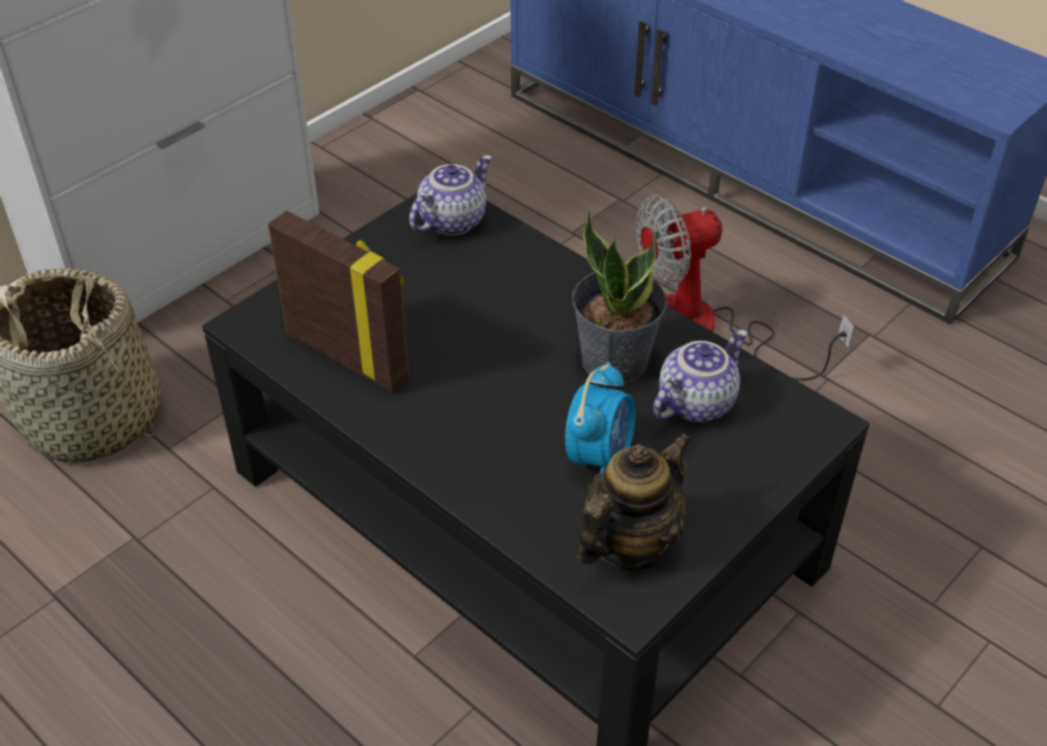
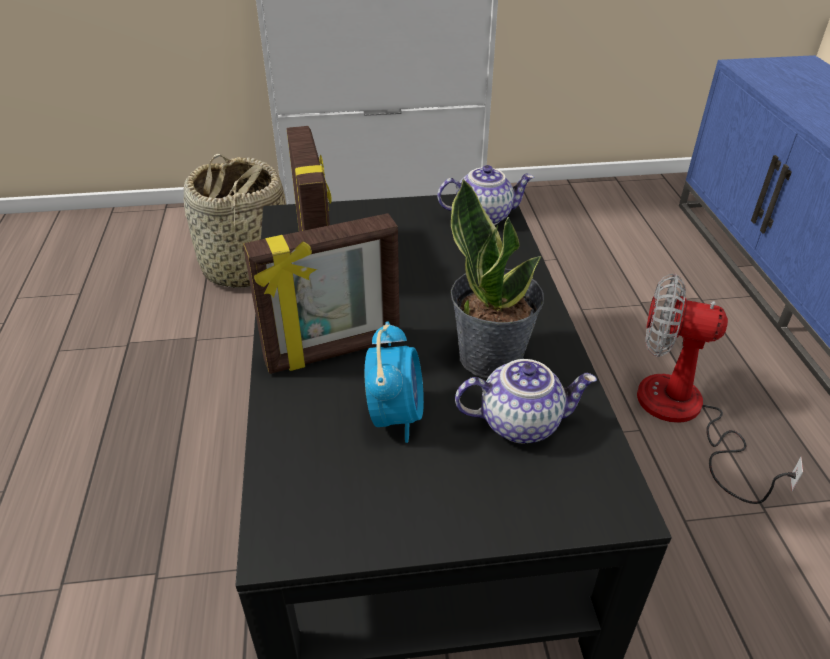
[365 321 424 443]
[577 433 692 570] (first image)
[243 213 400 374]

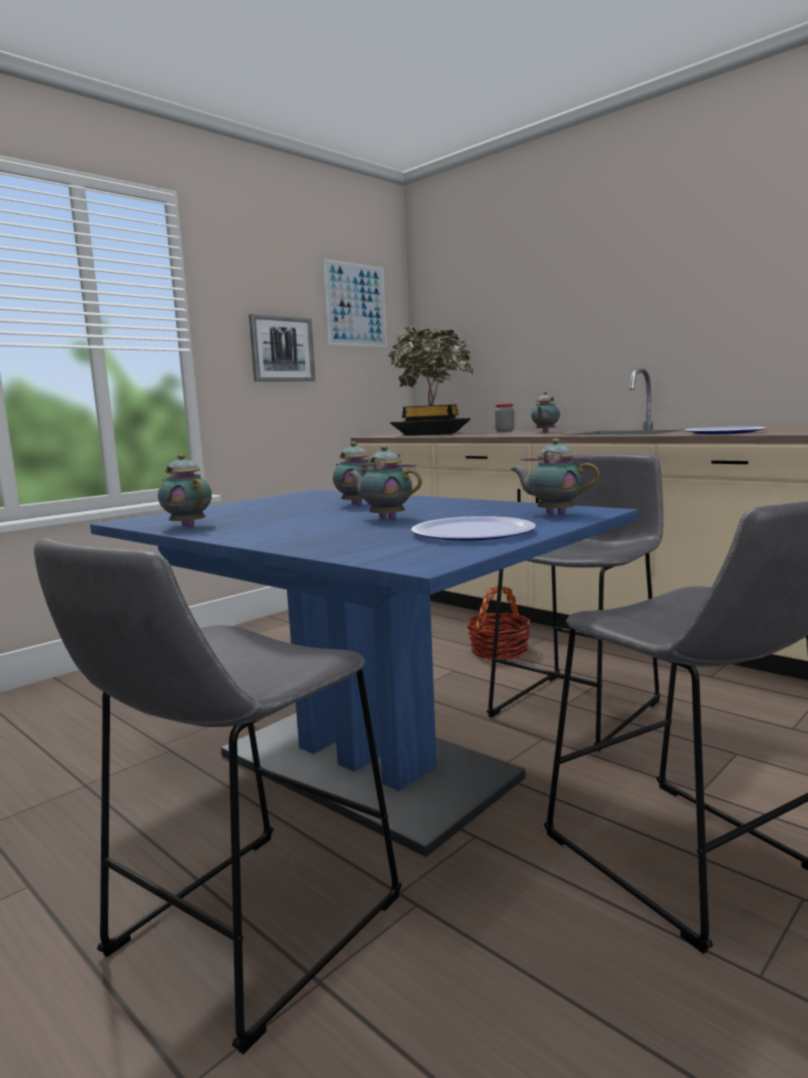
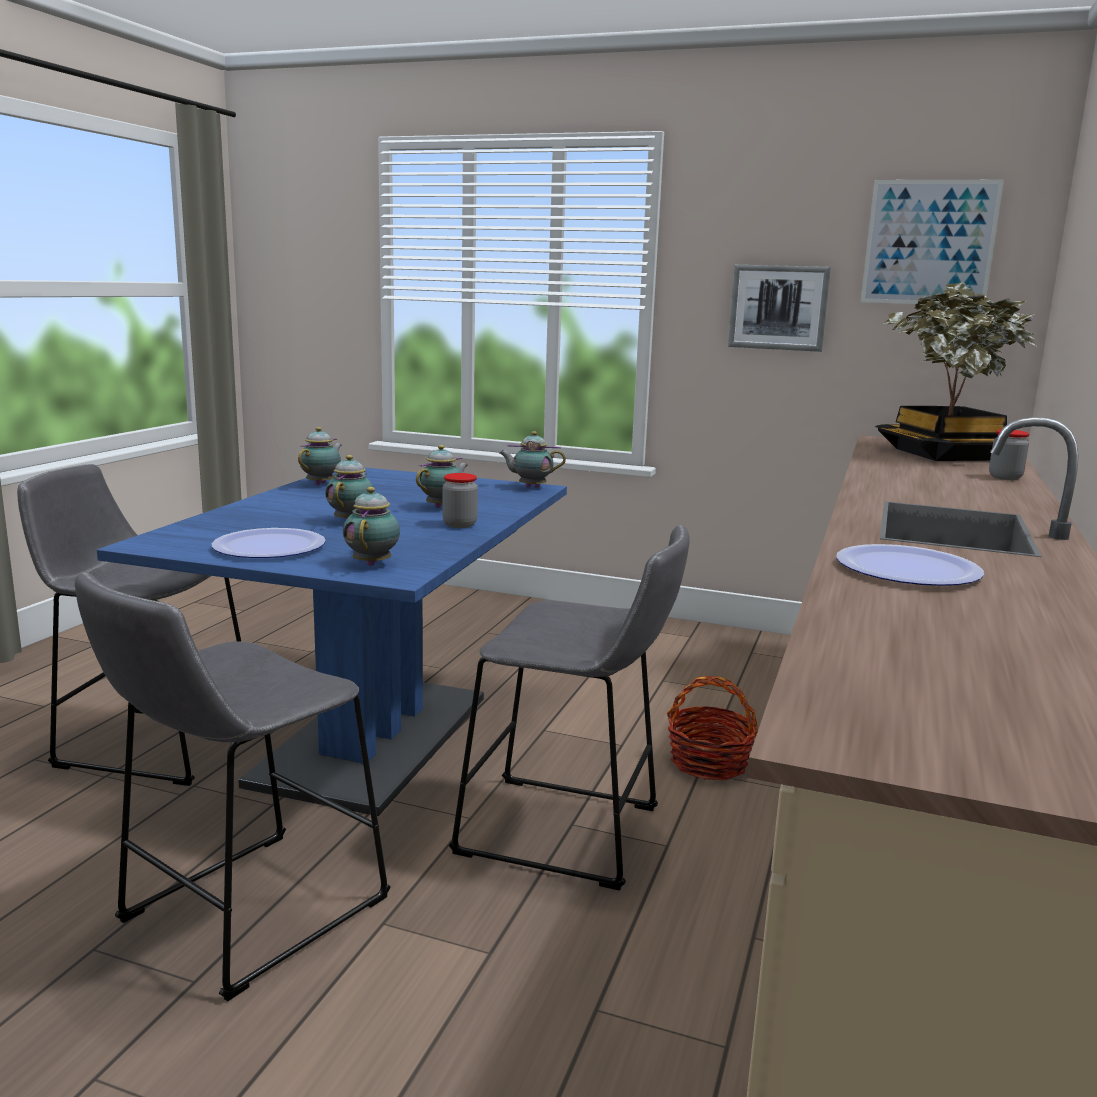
[499 431 566 488]
[443 473 478 528]

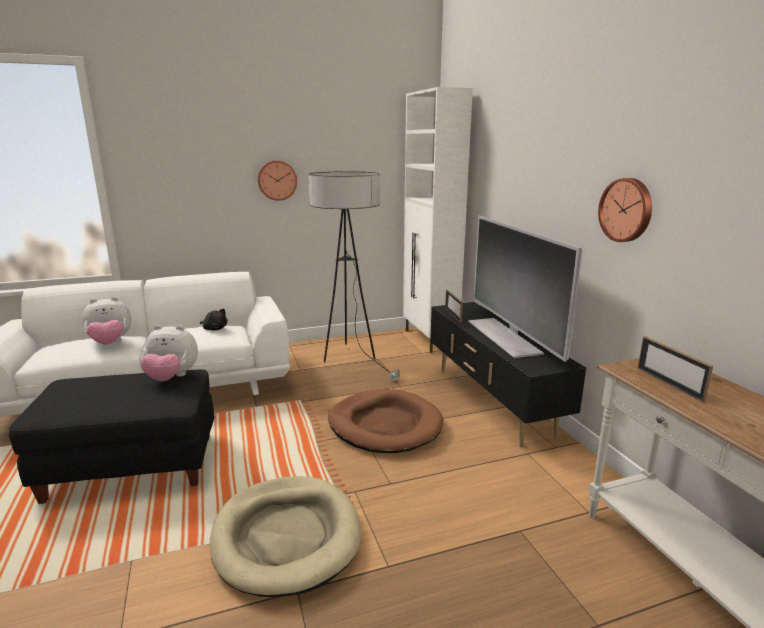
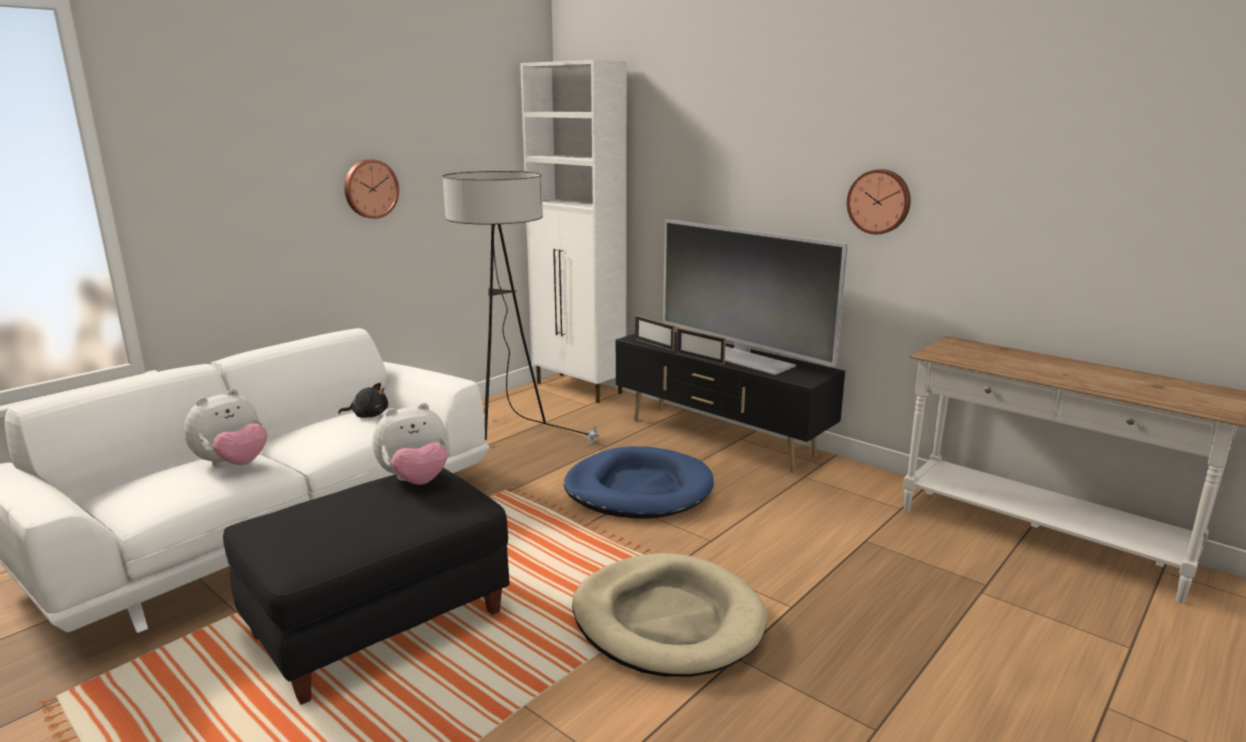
[676 328 726 365]
[564 446 714 519]

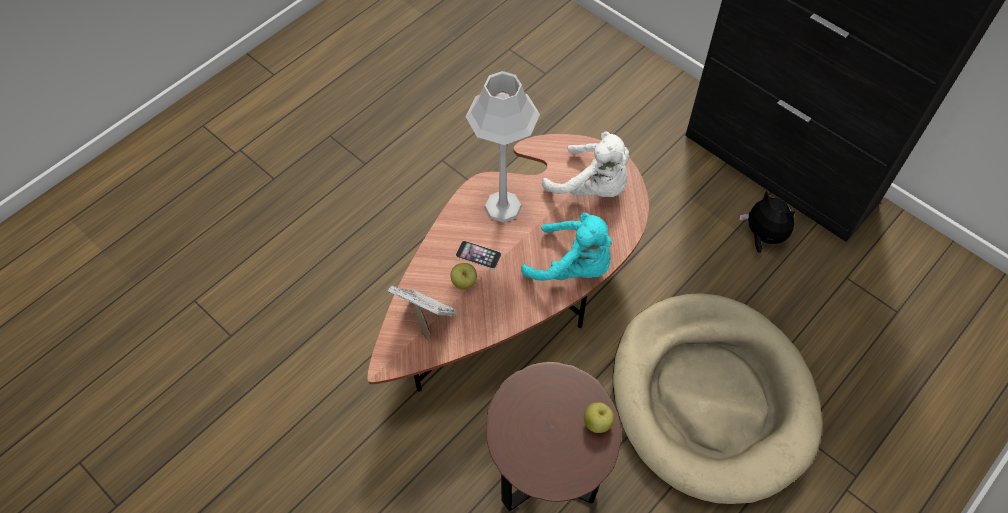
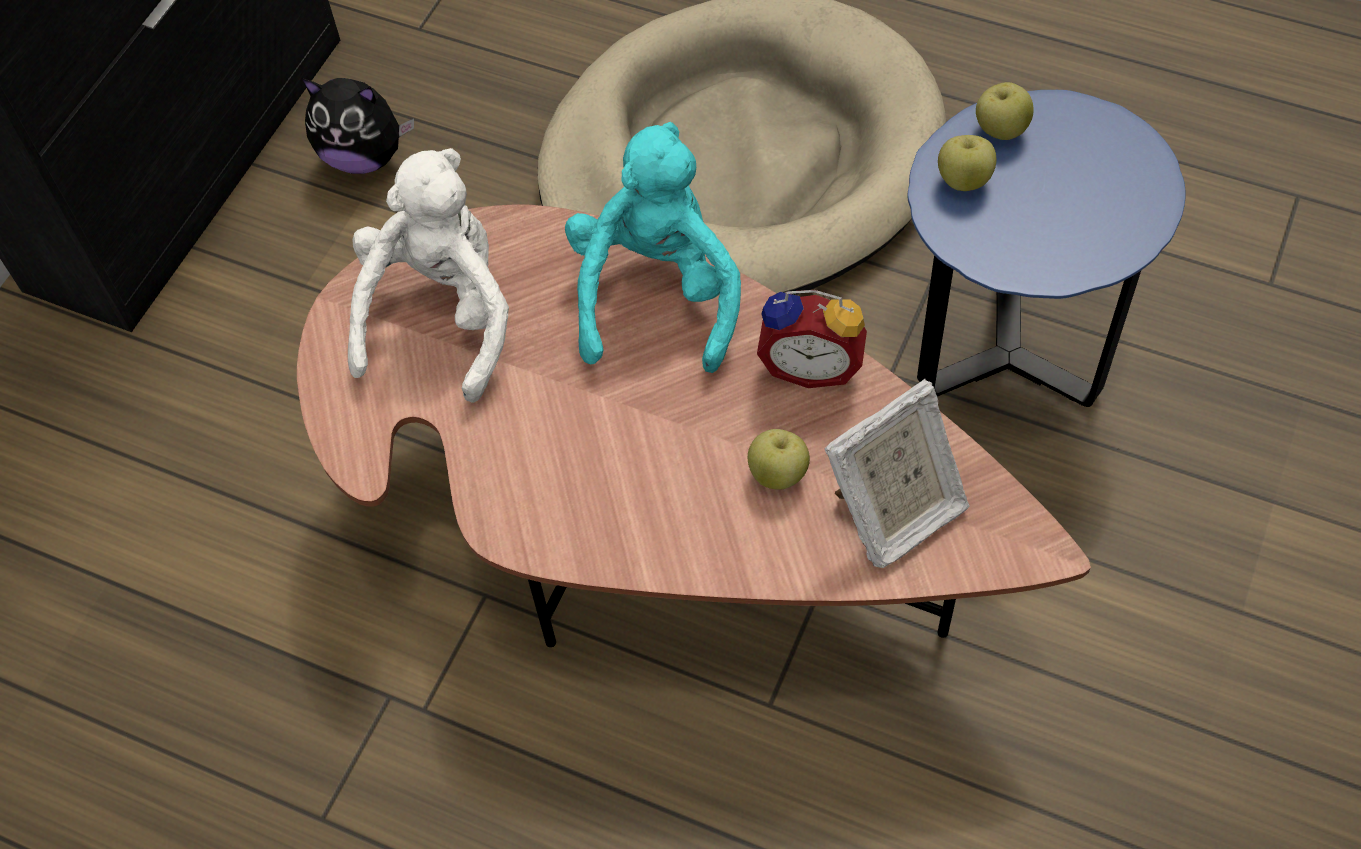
[466 71 540 223] (first image)
[302 78 414 174]
[456 241 501 269] (first image)
[824 379 970 568]
[907 90 1186 407]
[938 135 996 191]
[757 290 867 388]

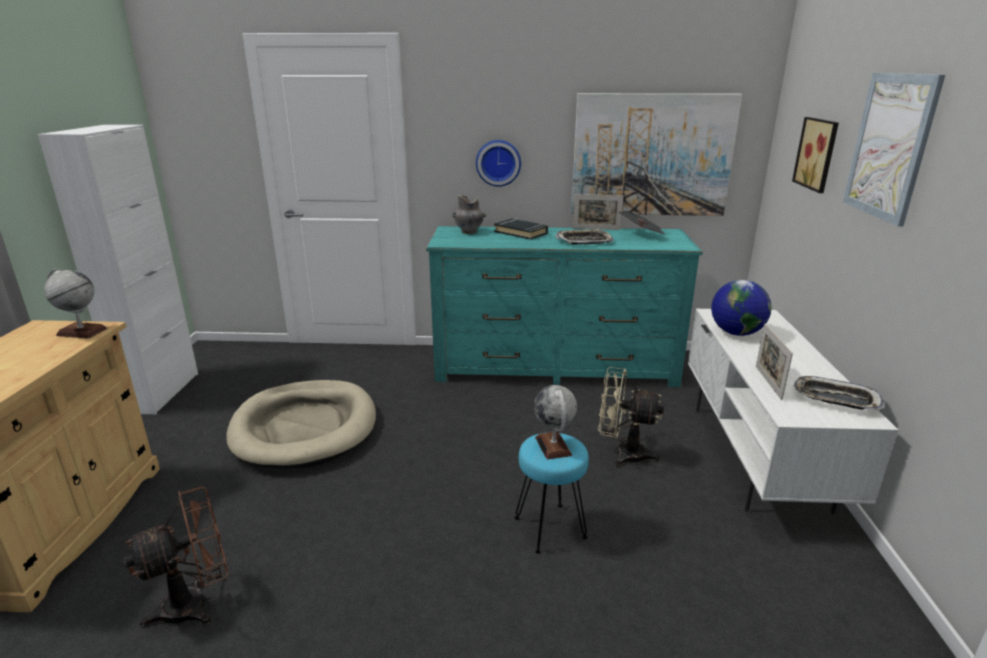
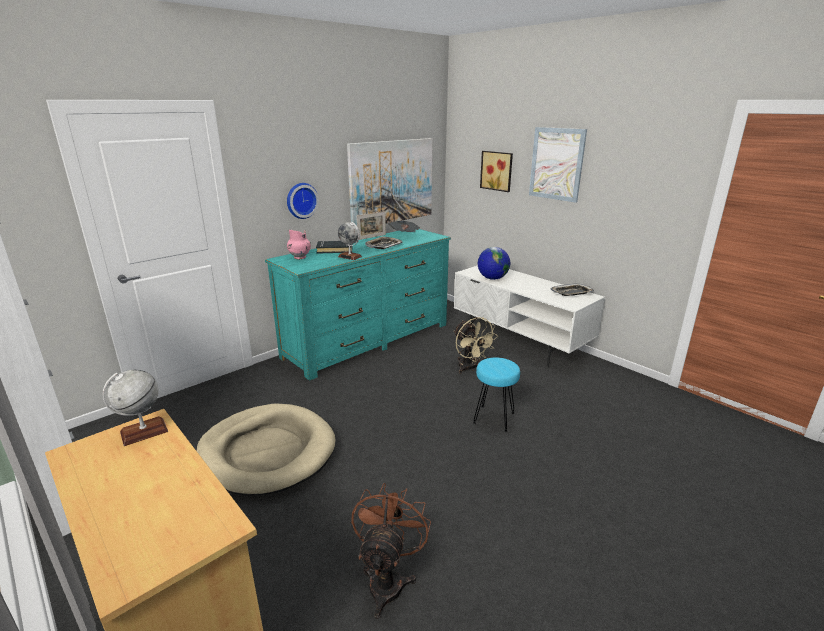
[287 230 311 259]
[756 324 793 400] (first image)
[454 317 498 374]
[338 222 362 260]

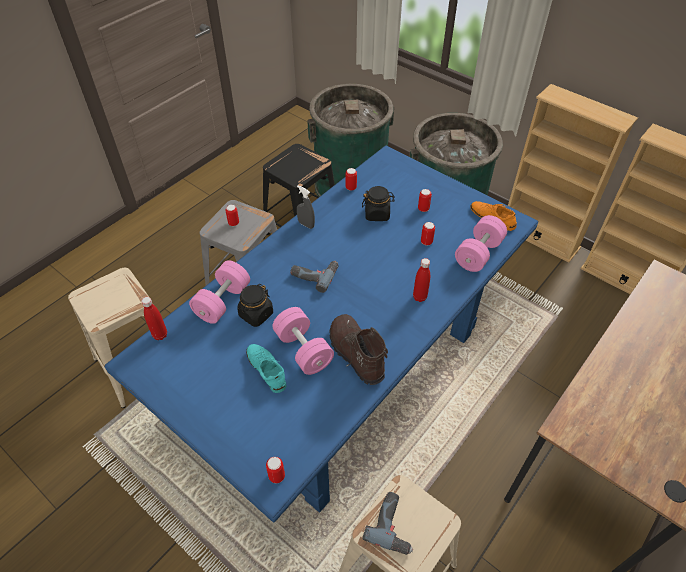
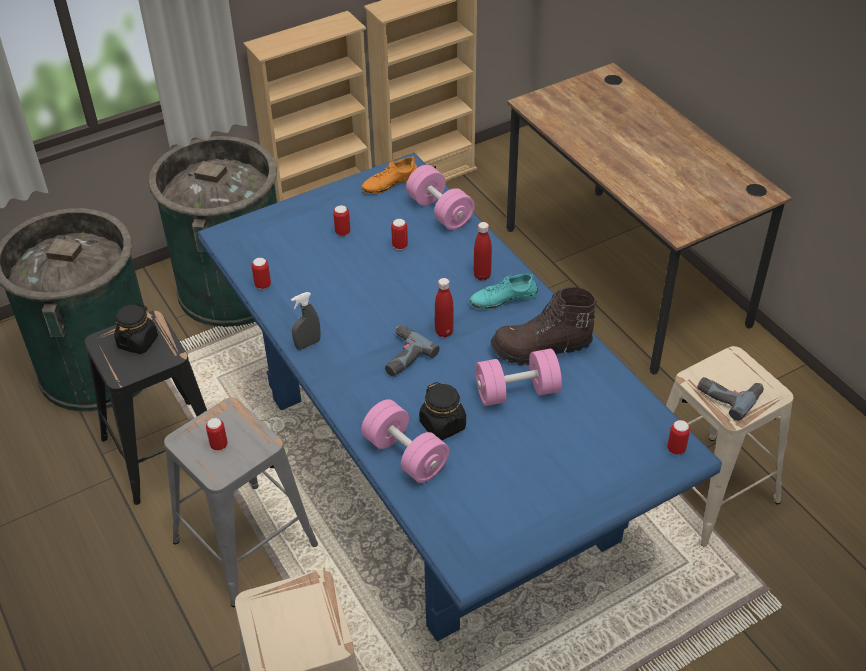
[114 303 158 354]
[435 278 454 338]
[469 274 538 310]

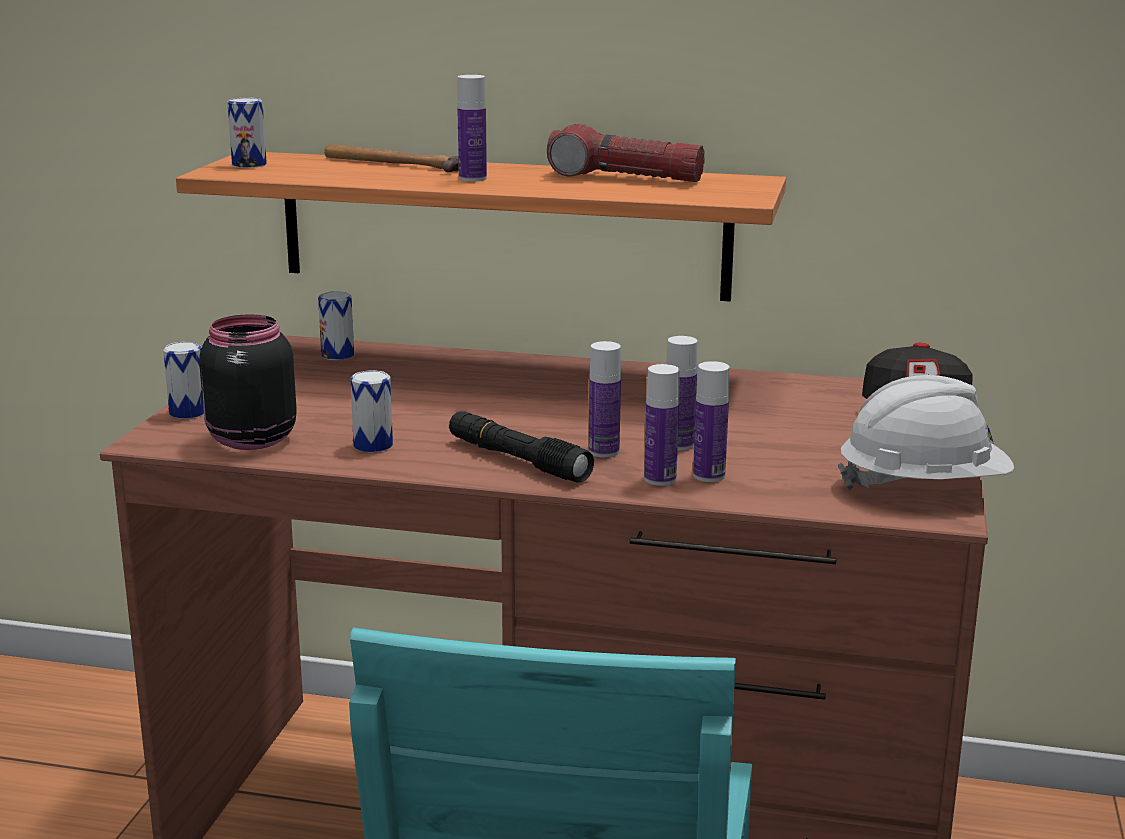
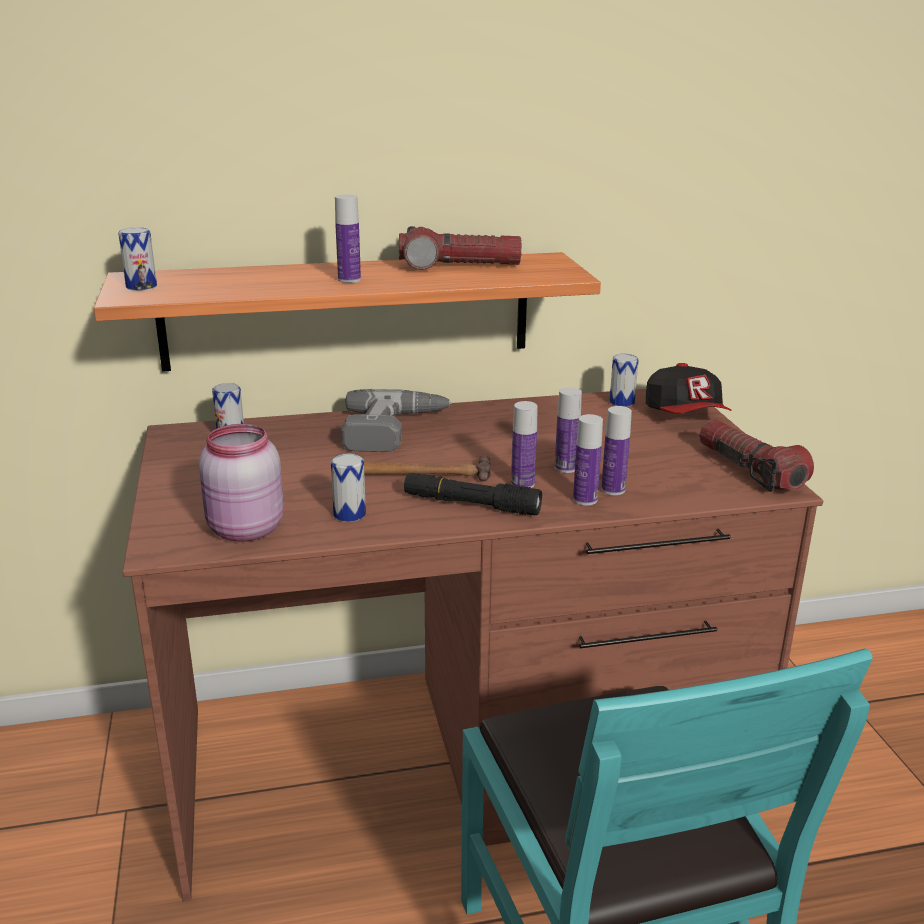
[364 455 491 481]
[199 424 284 541]
[609 354 639 407]
[699 419 814 492]
[342 389 452 452]

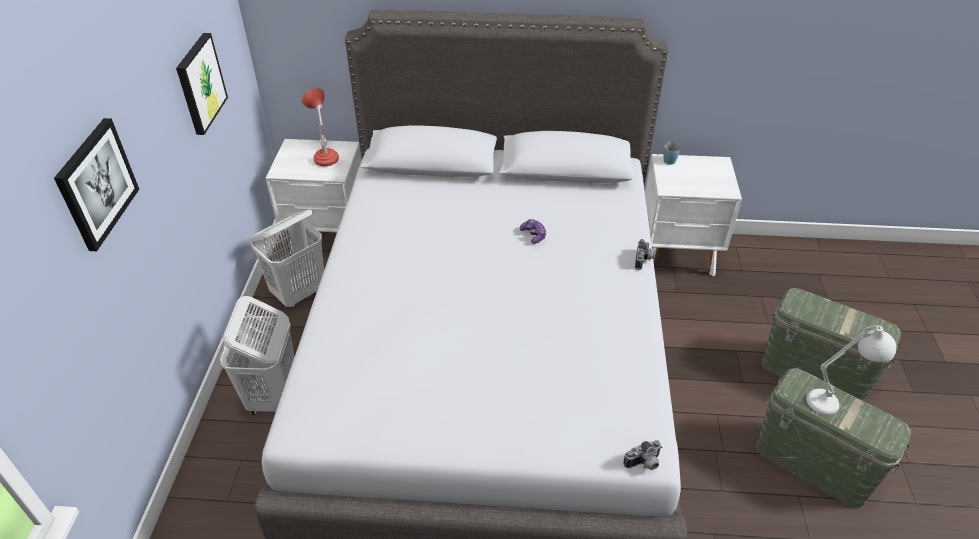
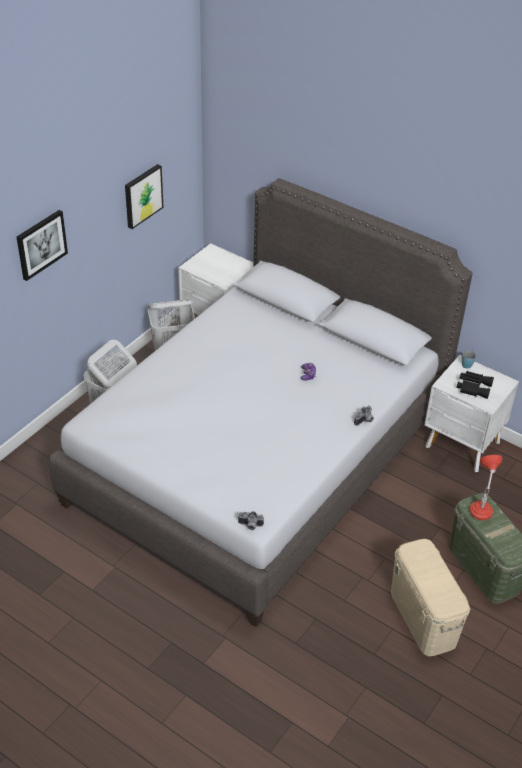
[470 455 502 520]
[806 325 896 415] (first image)
[391 539 470 656]
[456 371 494 399]

